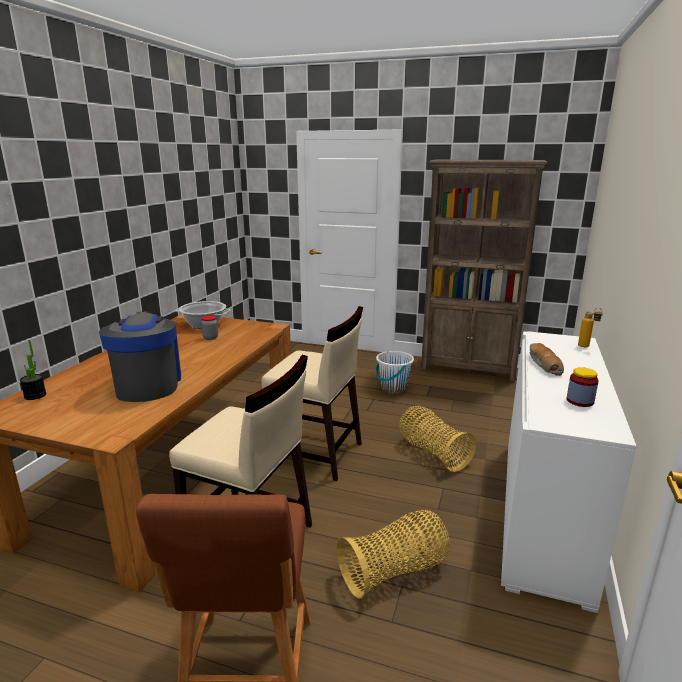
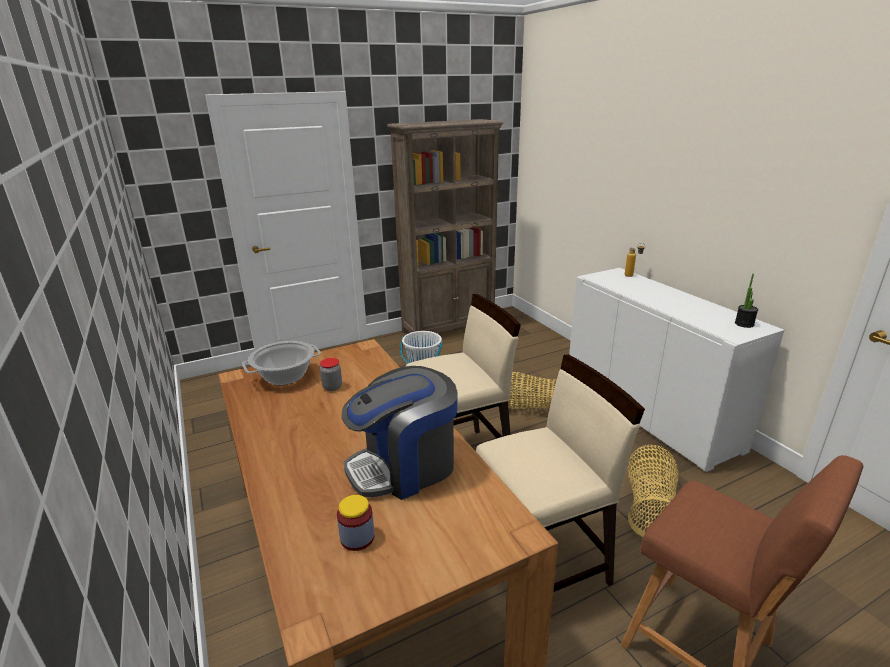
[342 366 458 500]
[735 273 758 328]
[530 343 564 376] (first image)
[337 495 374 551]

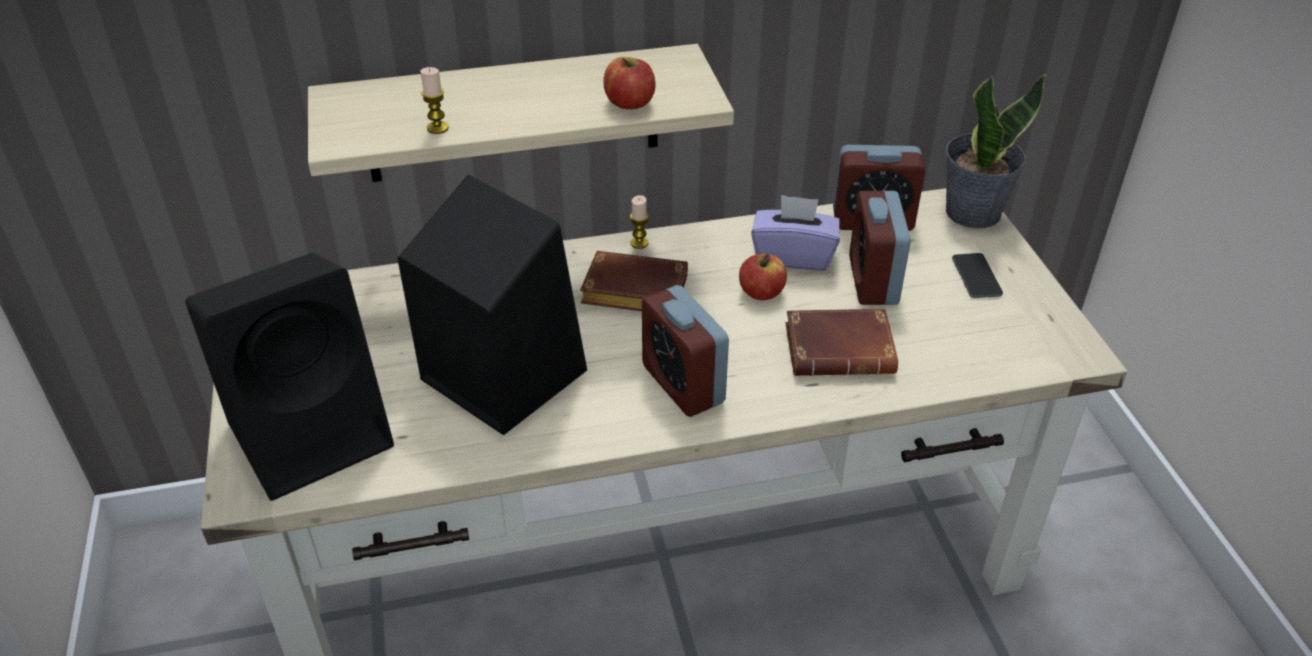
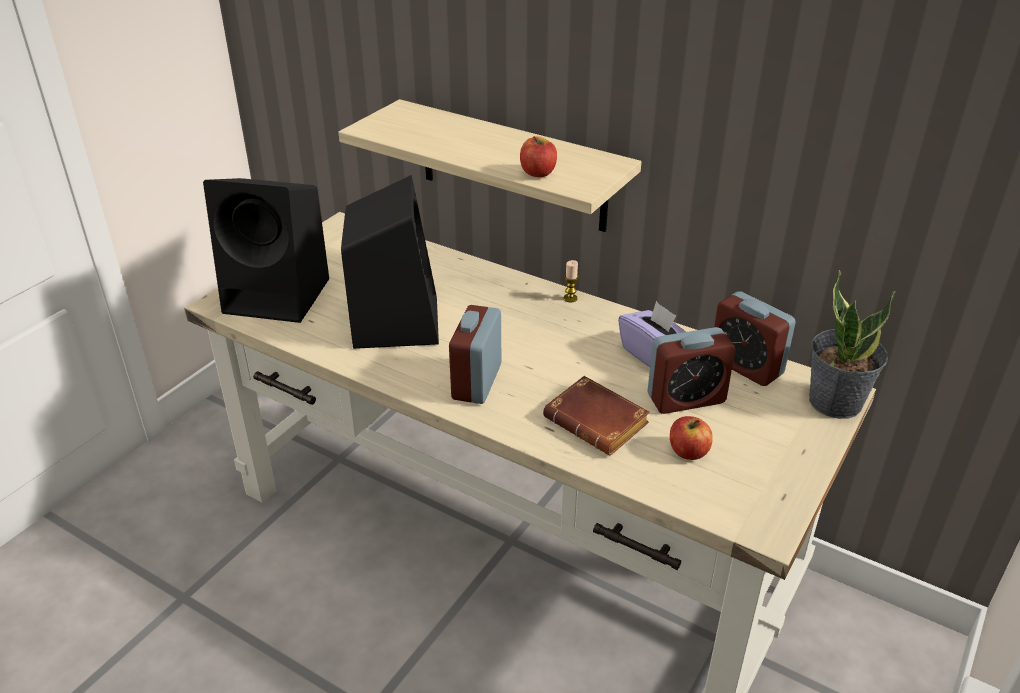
[420 67 449 134] (first image)
[647 327 735 414]
[580 251 688 311] (first image)
[670 416 713 460]
[952 253 1003 298] (first image)

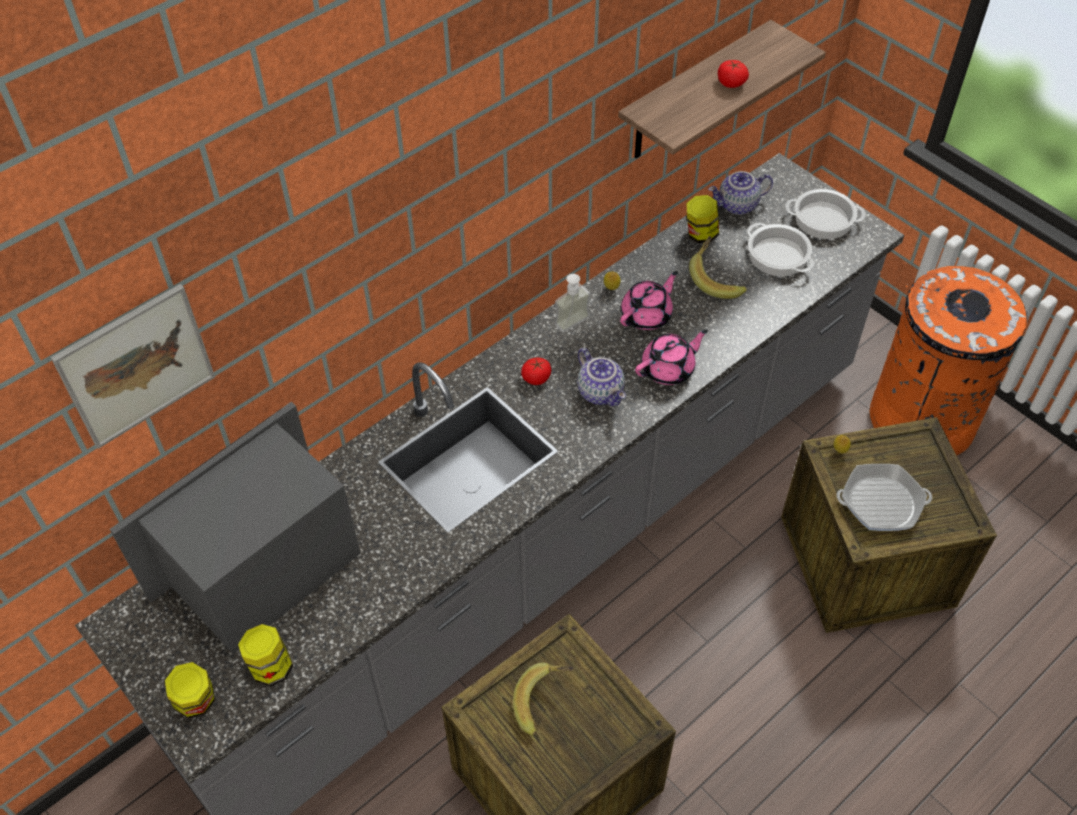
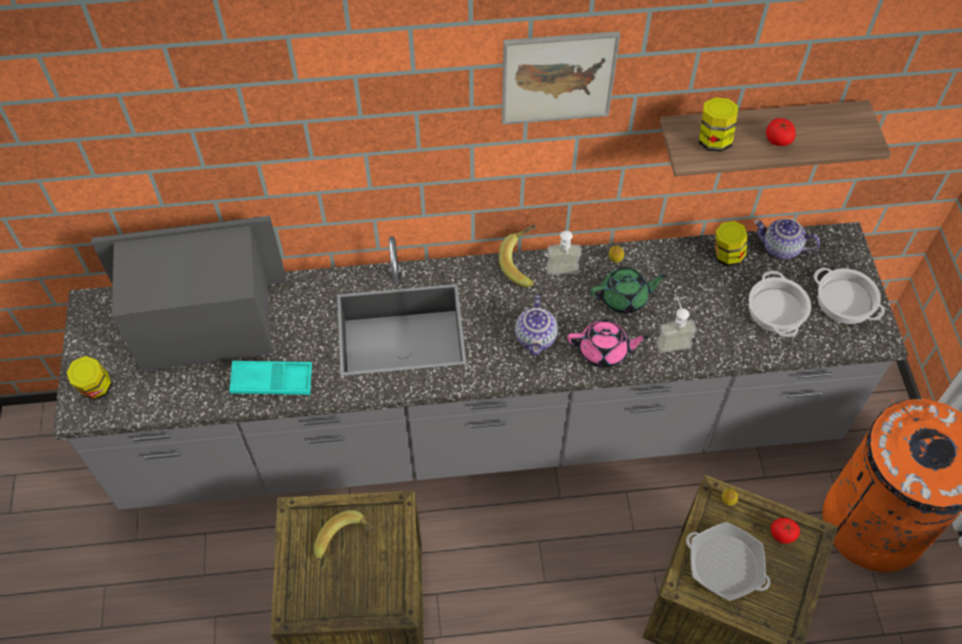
[499 225 536 287]
[590 267 667 314]
[502 31 620 125]
[771 518 800 544]
[699 97 738 152]
[656 296 697 353]
[229 361 312 395]

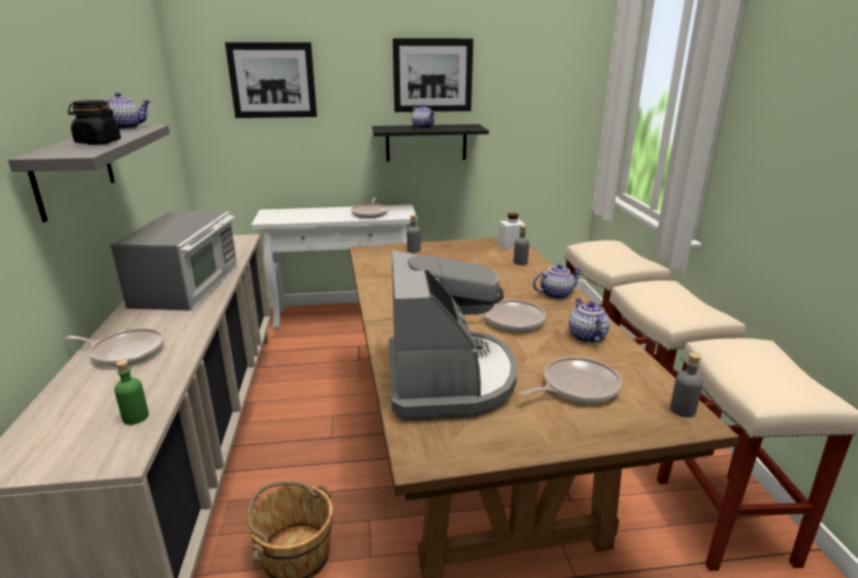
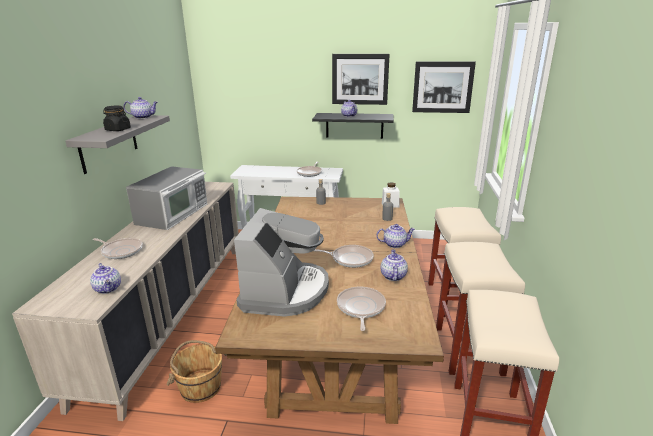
[412 62 476 113]
[670 353 703 418] (first image)
[337 286 386 331]
[90 263 121 294]

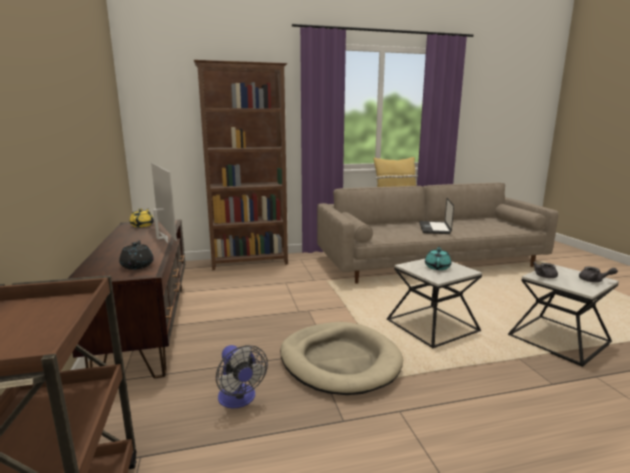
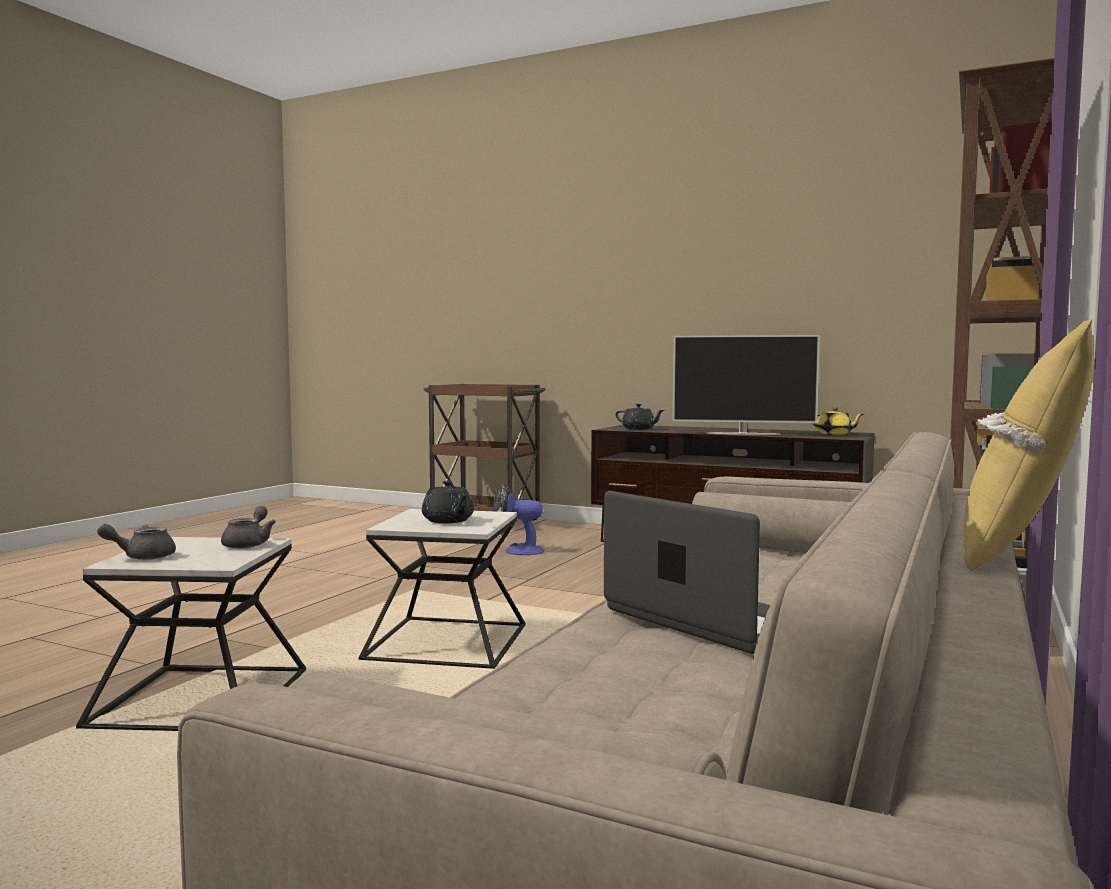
[422 480 474 523]
[280 322 403 395] (first image)

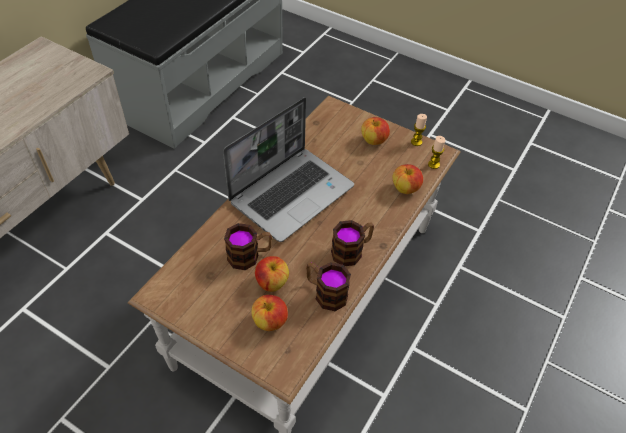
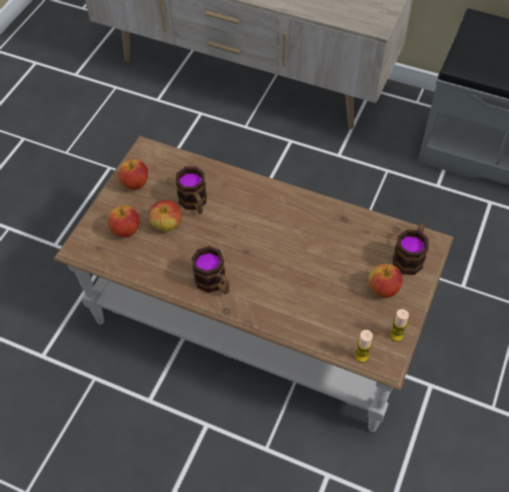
[223 97 354 242] (first image)
[117 159 148 190]
[393 223 429 275]

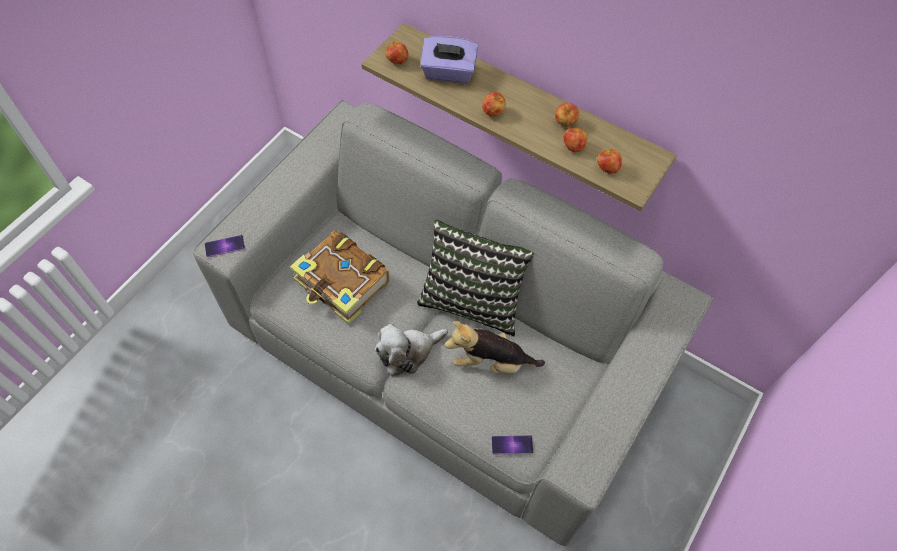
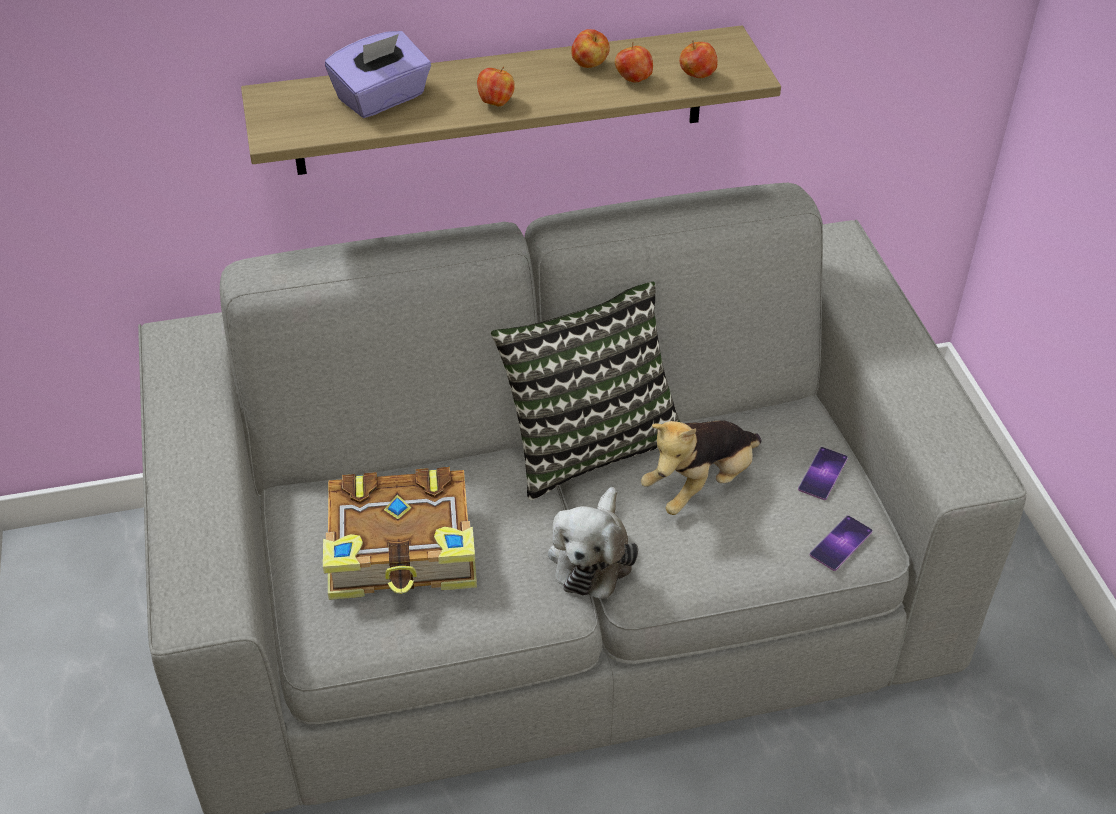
[385 41 408 64] (first image)
[798 447 848 500]

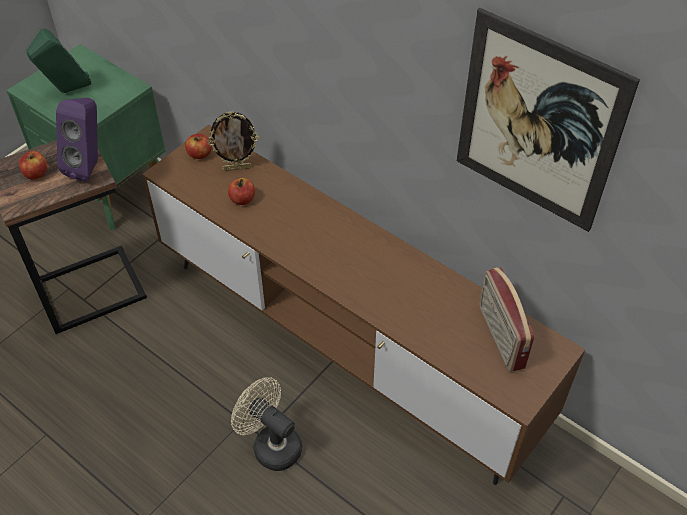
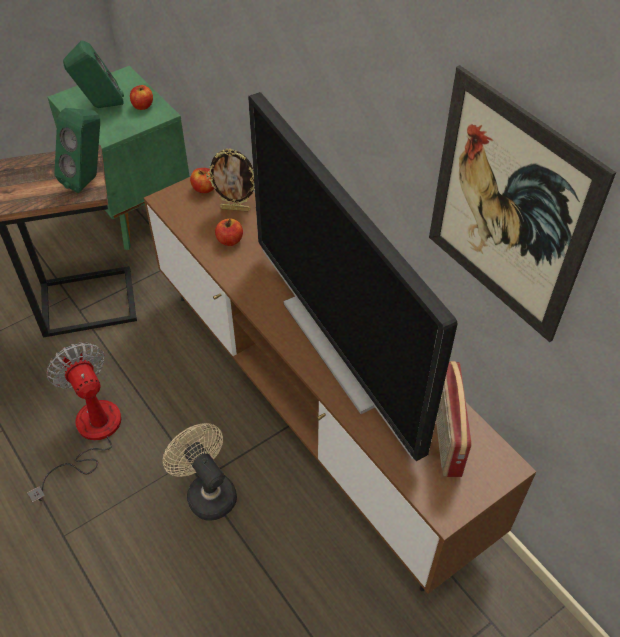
[55 108 100 193]
[130 85 153 110]
[248 92 458 461]
[27 342 121 502]

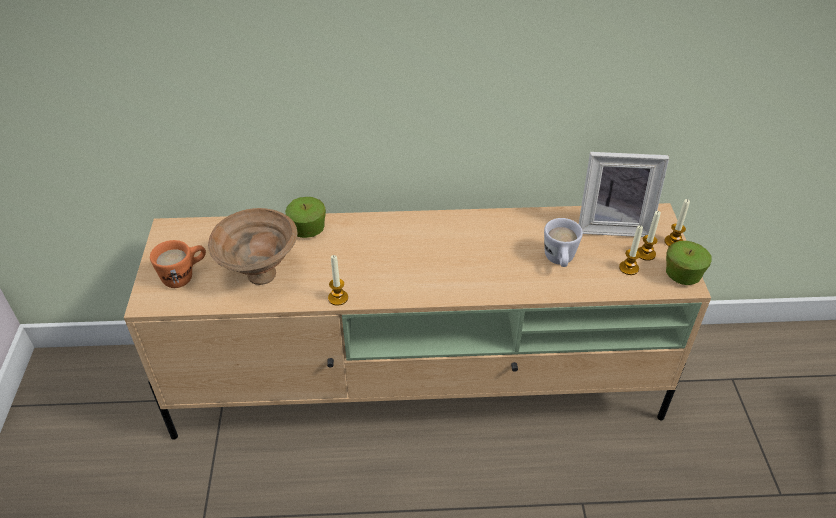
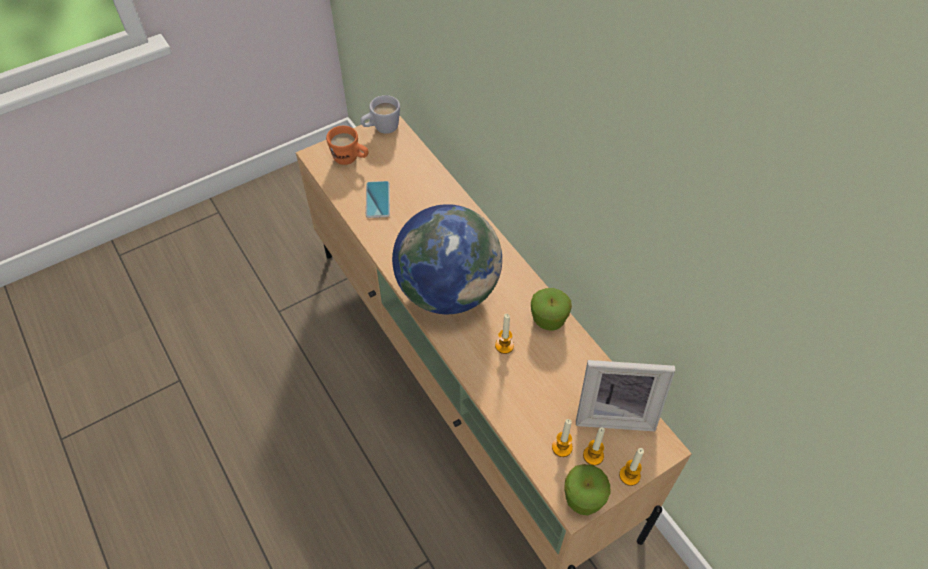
[576 360 675 431]
[531 288 572 331]
[366 181 390 218]
[360 95 400 134]
[495 314 514 354]
[392 204 502 314]

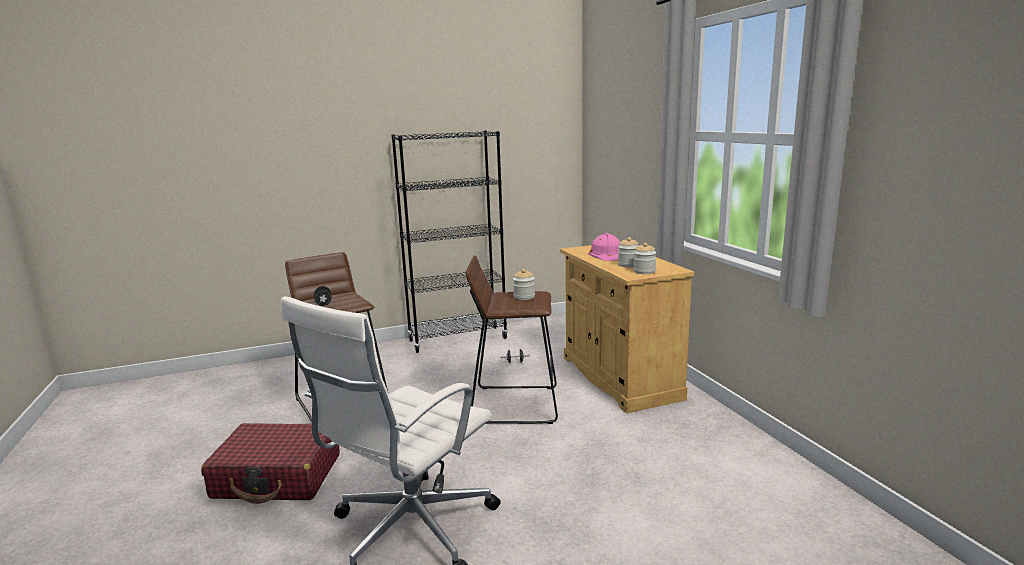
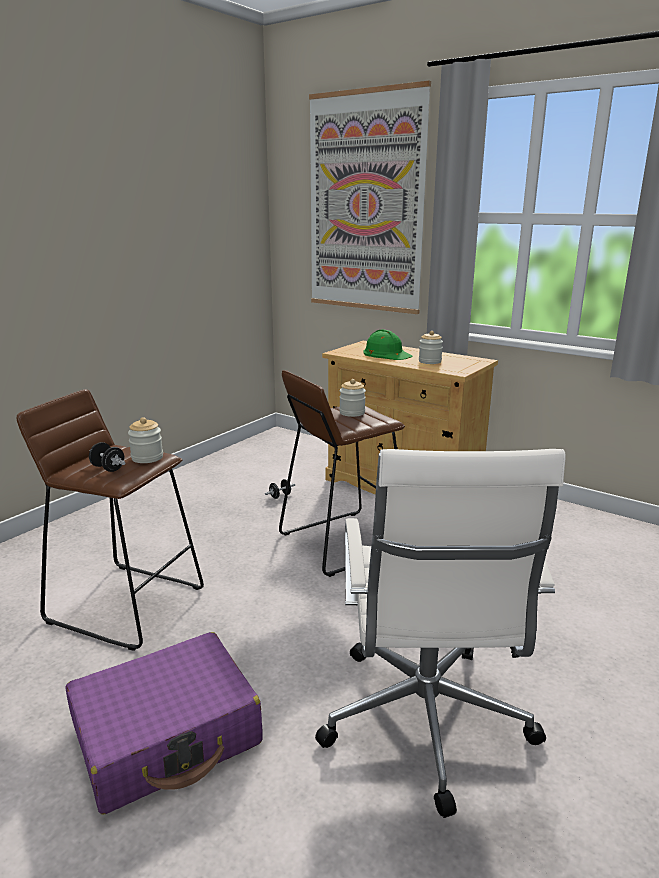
[391 130 508 353] (first image)
[363 329 413 360]
[128 417 163 463]
[66 632 263 814]
[309 81 431 314]

